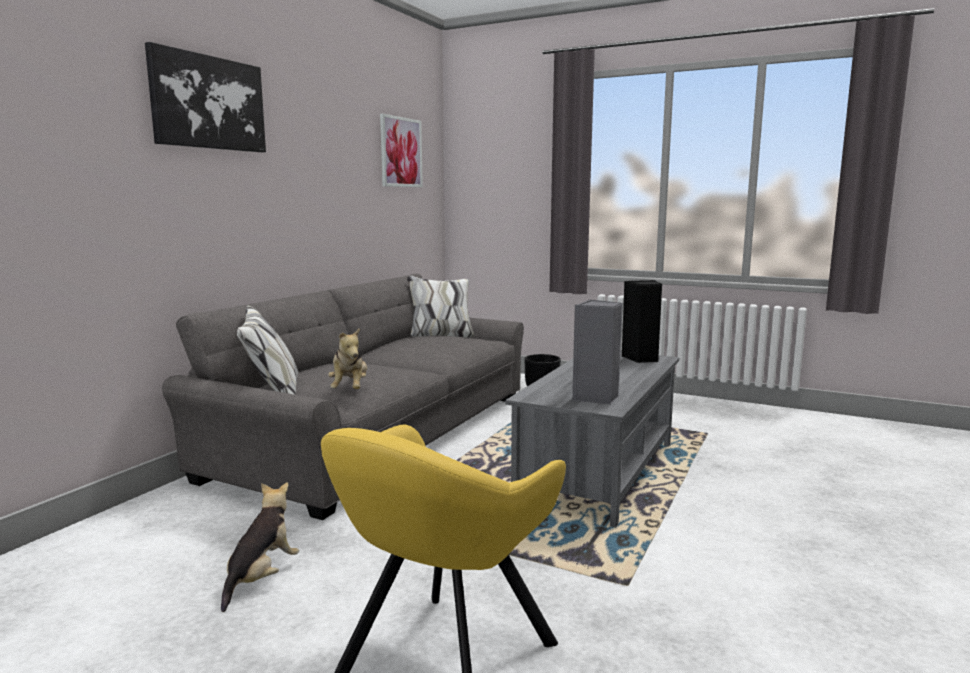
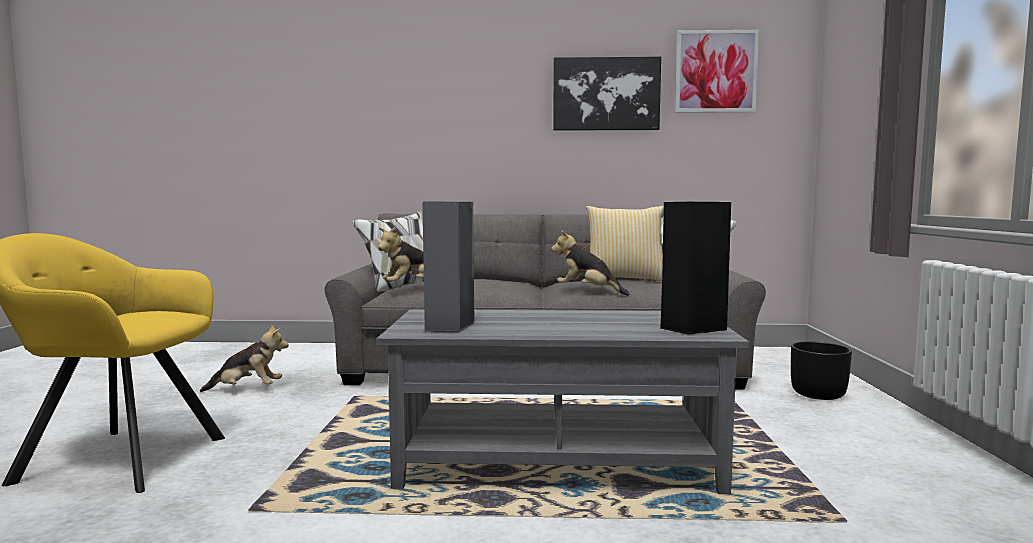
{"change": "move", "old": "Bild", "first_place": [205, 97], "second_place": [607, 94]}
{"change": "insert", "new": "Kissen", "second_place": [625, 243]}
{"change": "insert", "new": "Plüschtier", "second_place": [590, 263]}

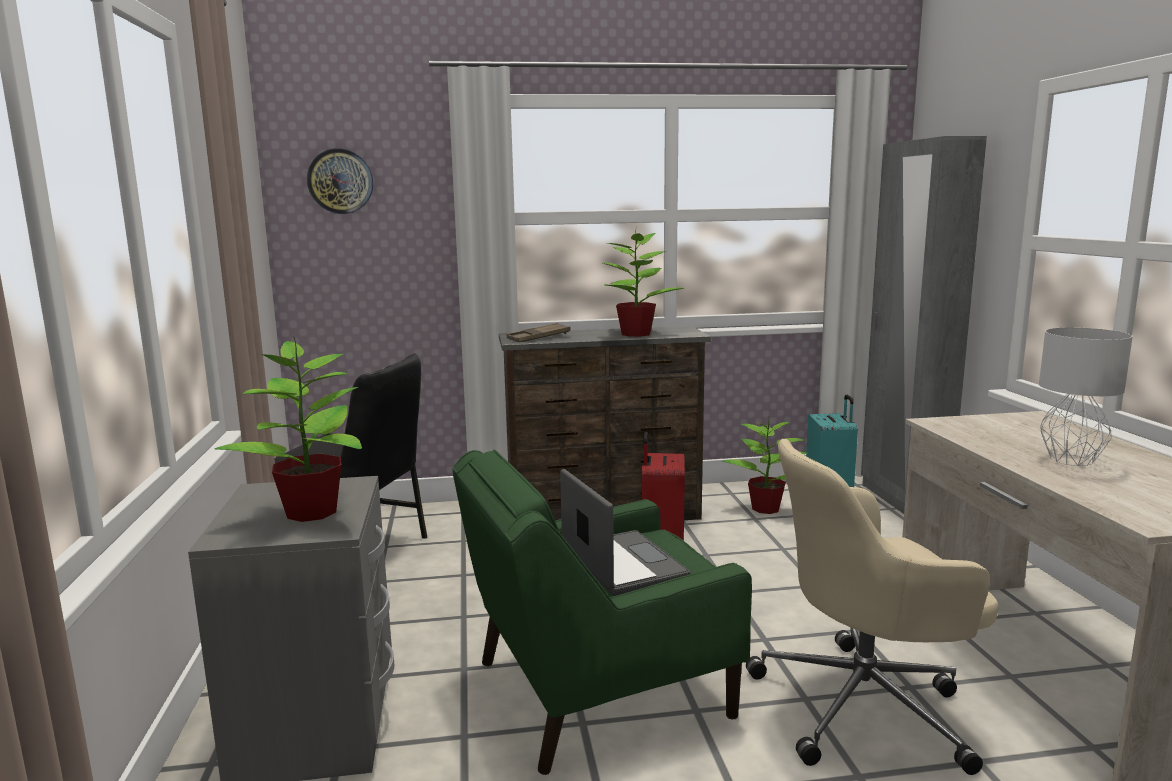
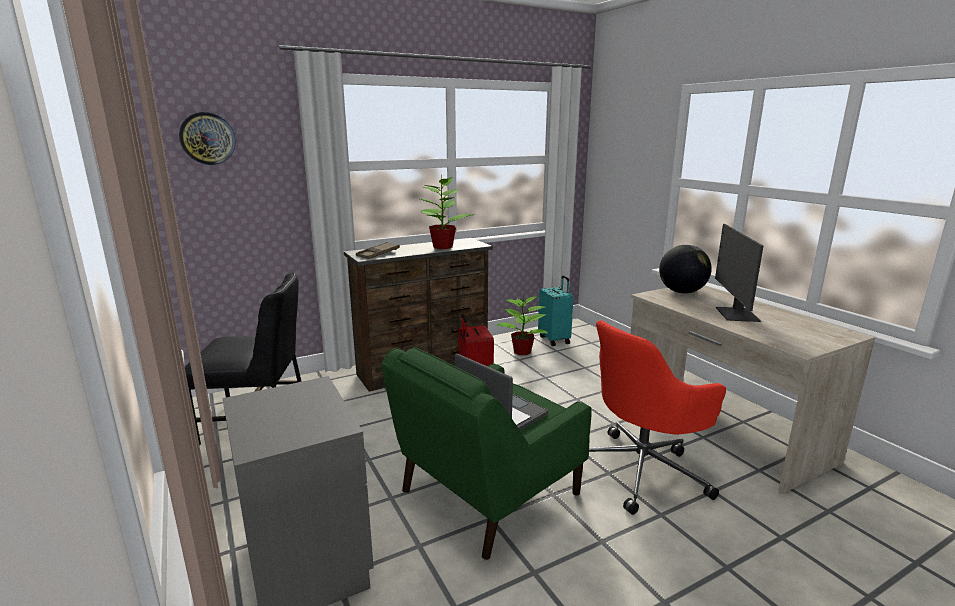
{"change": "delete", "old": "Kleiderschrank/grau", "first_place": [924, 325]}
{"change": "replace", "old": "Tischlampe/grau", "new": "Monitor", "first_place": [1086, 396], "second_place": [739, 273]}
{"change": "delete", "old": "Topfpflanze", "first_place": [288, 430]}
{"change": "recolor", "old": "Bürostuhl/beige", "new": "Bürostuhl/rot", "first_place": [872, 607], "second_place": [657, 417]}
{"change": "insert", "new": "Globus", "second_place": [685, 269]}

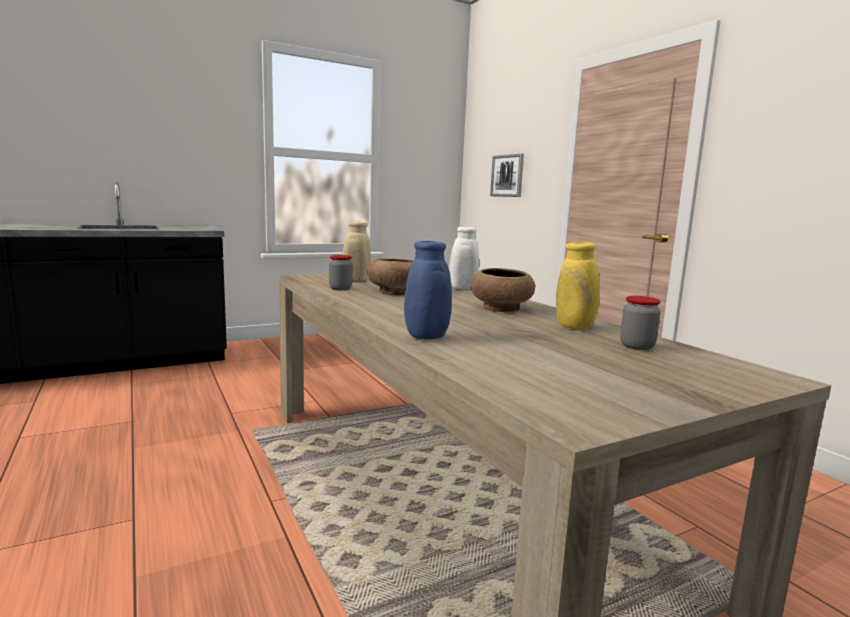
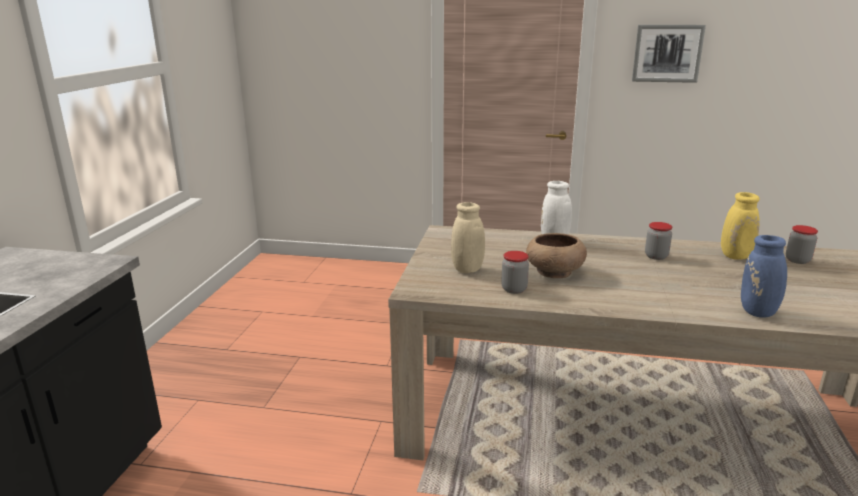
{"change": "move", "old": "Bild", "first_place": [507, 175], "second_place": [669, 54]}
{"change": "replace", "old": "Schüssel/braun", "new": "Vorratsglas", "first_place": [503, 290], "second_place": [658, 241]}

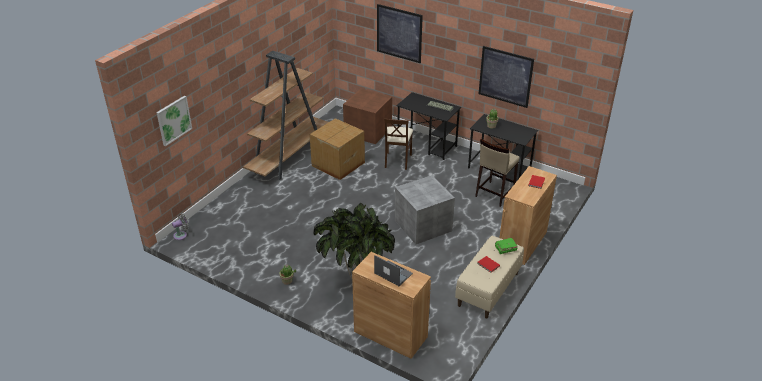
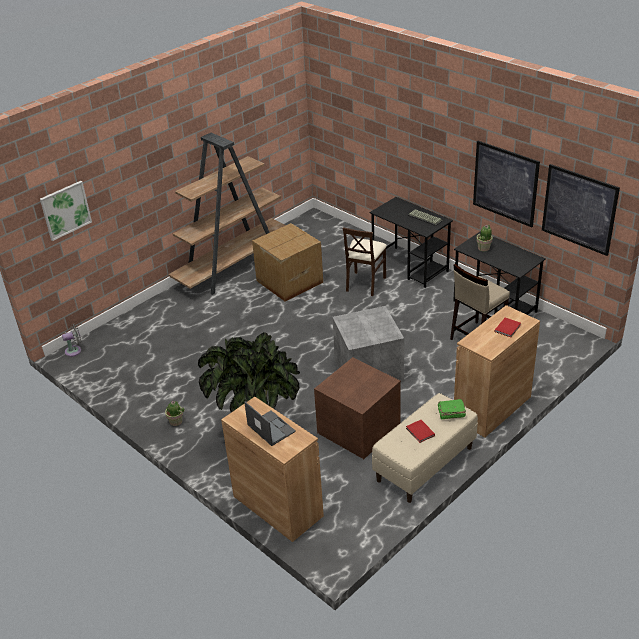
{"change": "move", "old": "Bild", "first_place": [400, 33], "second_place": [581, 210]}
{"change": "move", "old": "Aufbewahrungsbox/braun", "first_place": [367, 116], "second_place": [357, 408]}

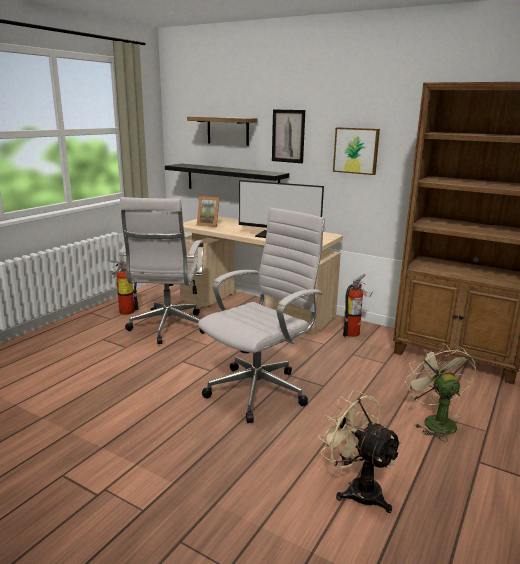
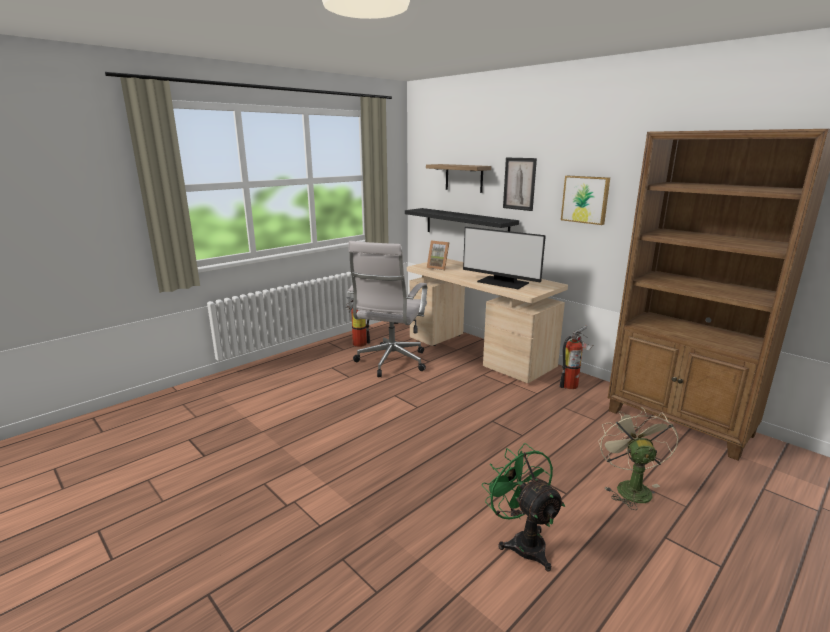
{"change": "delete", "old": "Bürostuhl/weiß", "first_place": [261, 315]}
{"change": "recolor", "old": "Ventilator/beige", "new": "Ventilator/grün", "first_place": [360, 451], "second_place": [523, 507]}

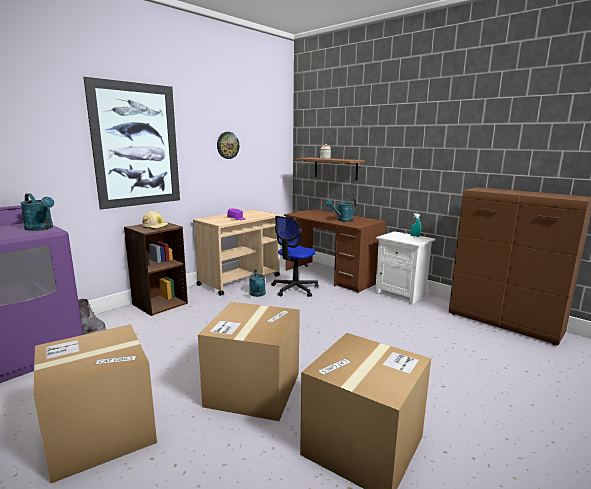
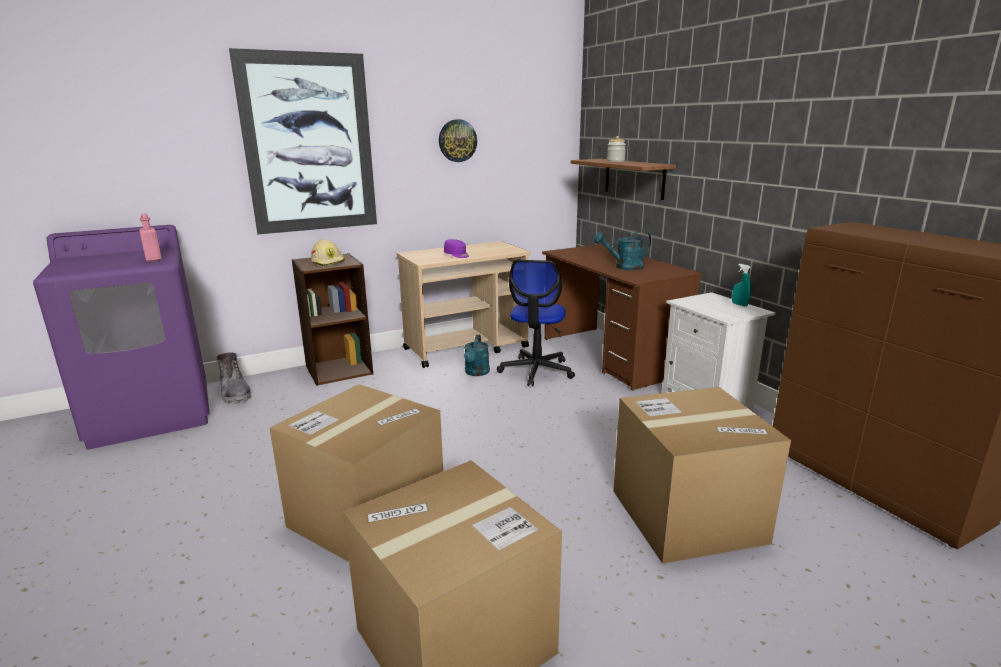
{"change": "replace", "old": "Gießkanne/türkis", "new": "Flasche/rosa", "first_place": [37, 212], "second_place": [150, 238]}
{"change": "rotate", "old": "Bürostuhl", "first_place": [294, 256], "second_place": [536, 323], "degrees": -45}
{"change": "move", "old": "Karton", "first_place": [95, 404], "second_place": [702, 475]}

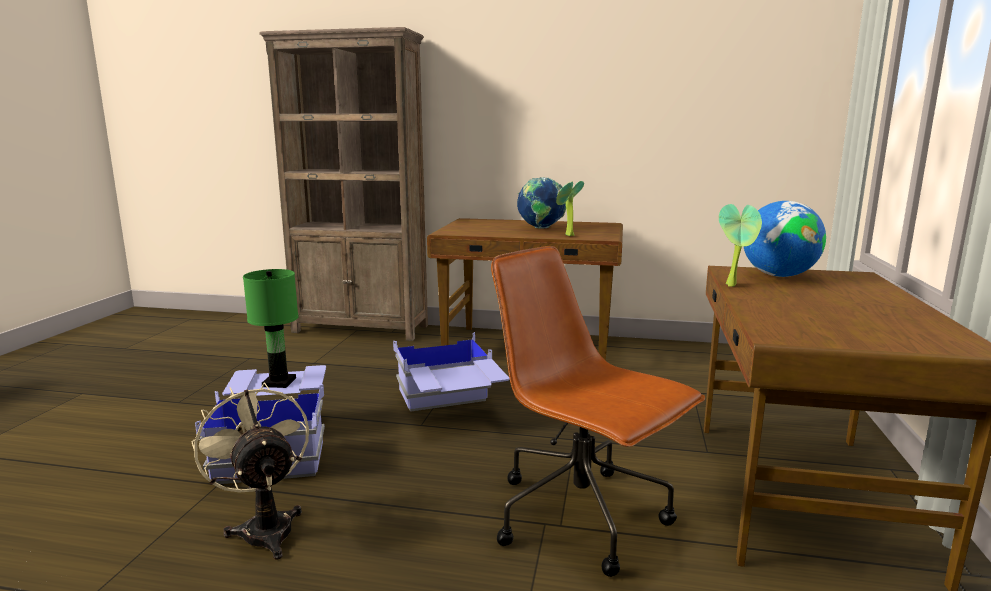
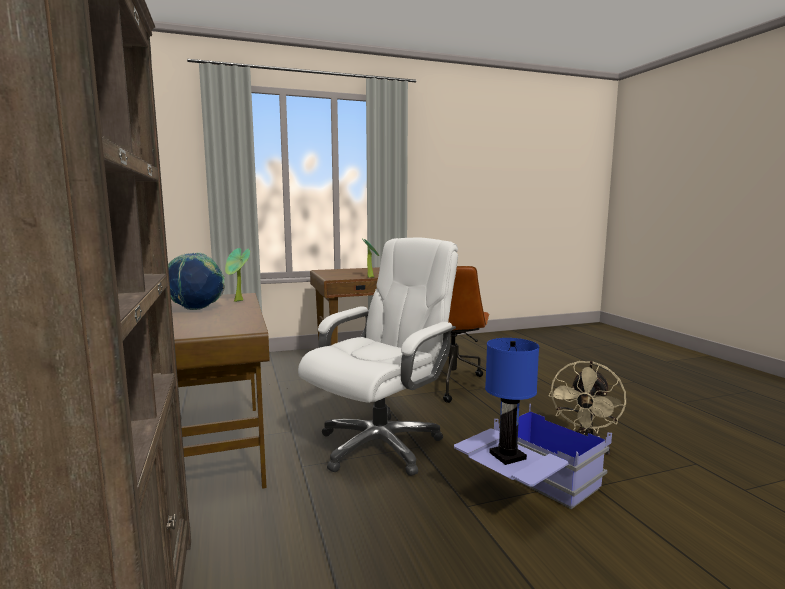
{"change": "delete", "old": "Globus", "first_place": [785, 239]}
{"change": "recolor", "old": "Tischlampe/grün", "new": "Tischlampe/blau", "first_place": [270, 328], "second_place": [512, 401]}
{"change": "replace", "old": "Aufbewahrungsbox/blau", "new": "Bürostuhl/weiß", "first_place": [451, 372], "second_place": [378, 356]}

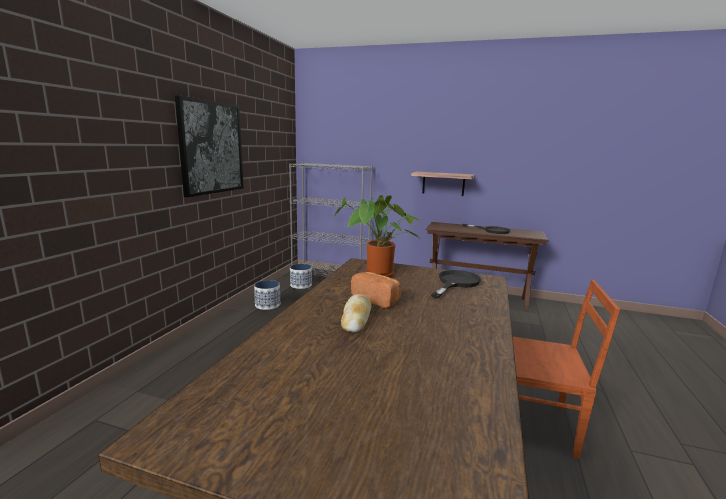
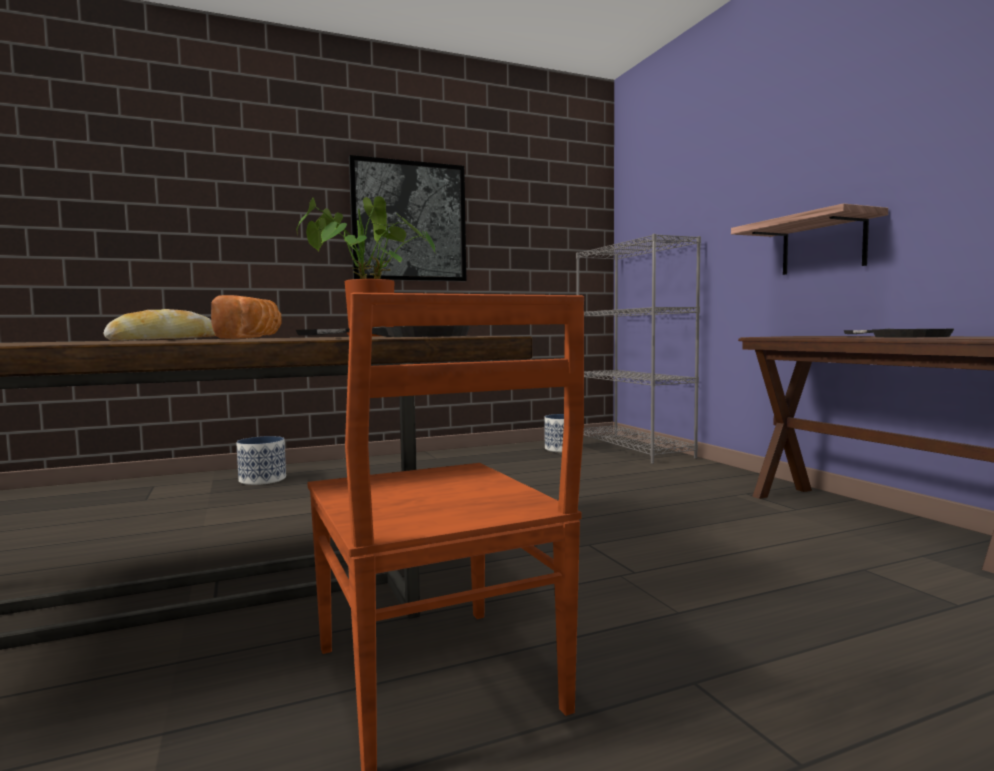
{"change": "move", "old": "Pflanzkübel", "first_place": [267, 295], "second_place": [261, 460]}

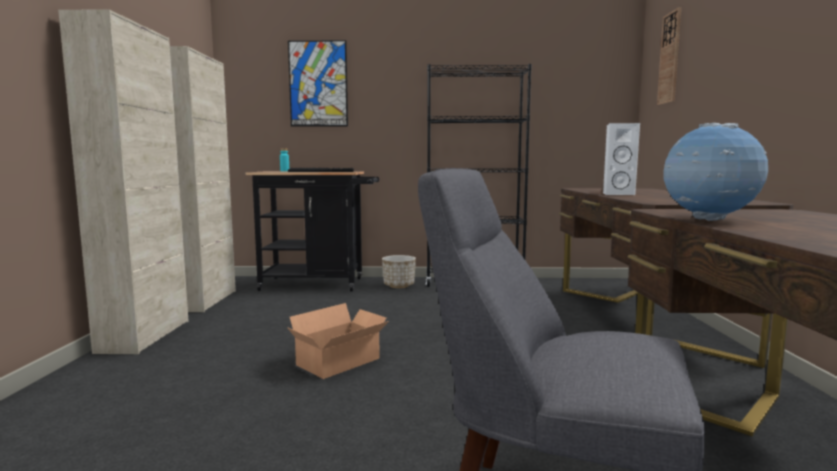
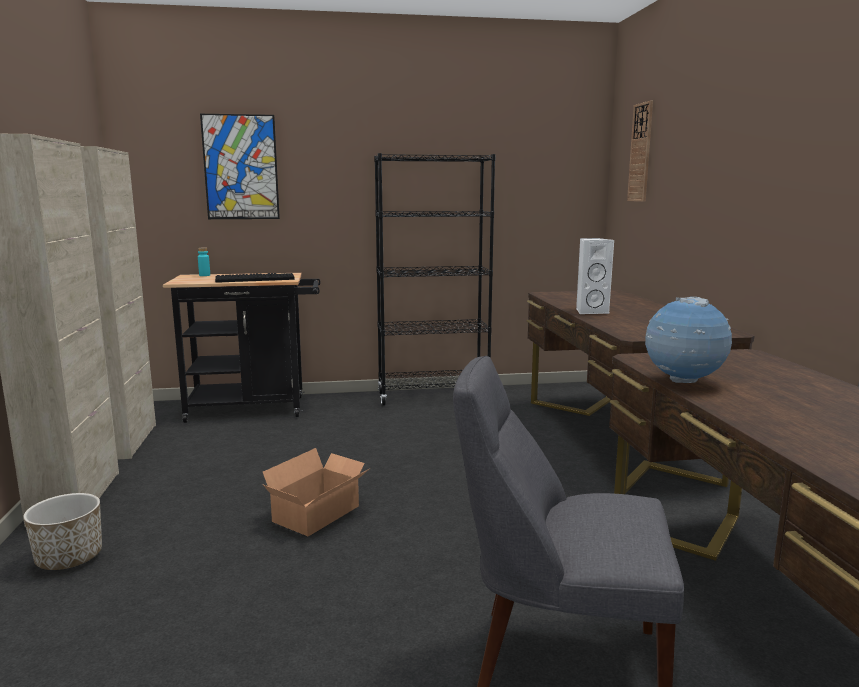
{"change": "move", "old": "Pflanzkübel", "first_place": [399, 271], "second_place": [62, 531]}

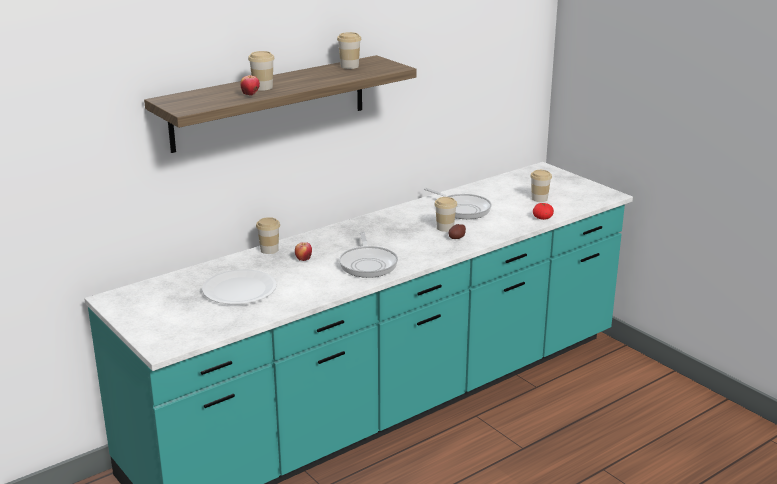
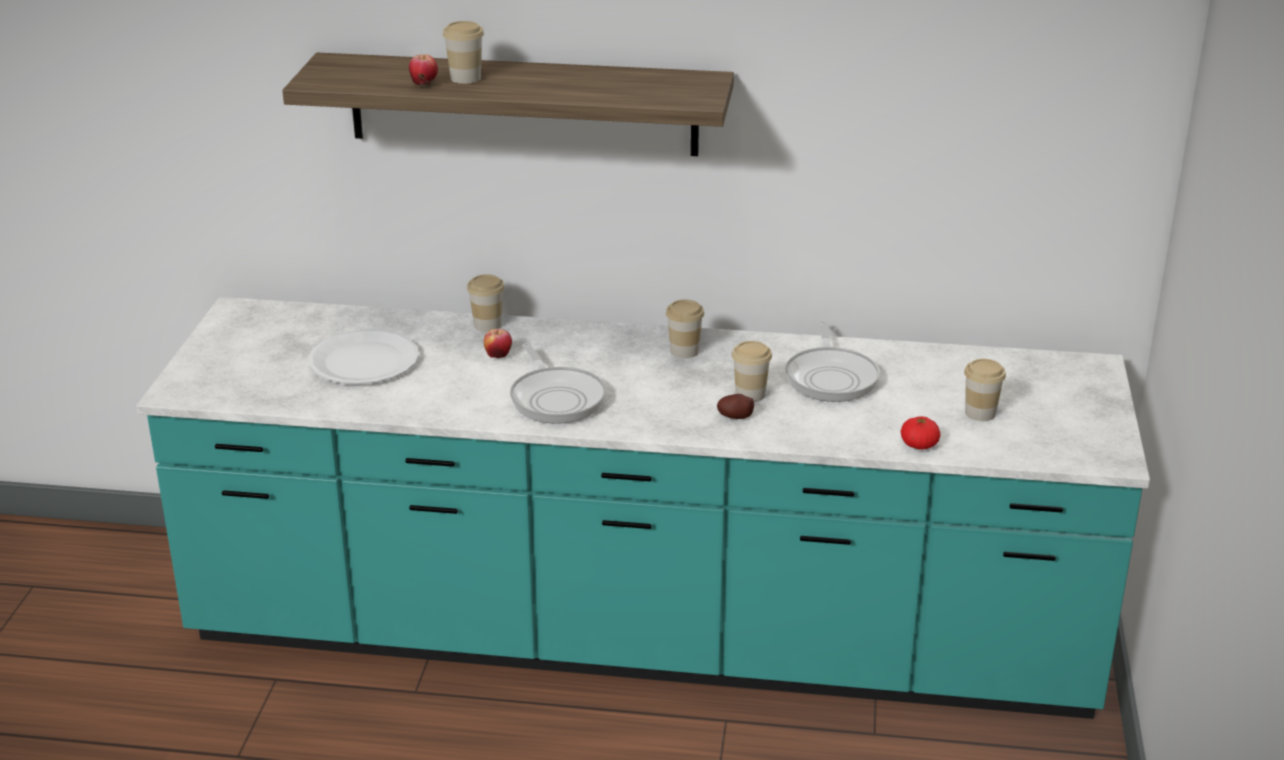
{"change": "move", "old": "Tasse", "first_place": [349, 50], "second_place": [685, 329]}
{"change": "rotate", "old": "Pfanne", "first_place": [368, 255], "second_place": [558, 383], "degrees": -60}

